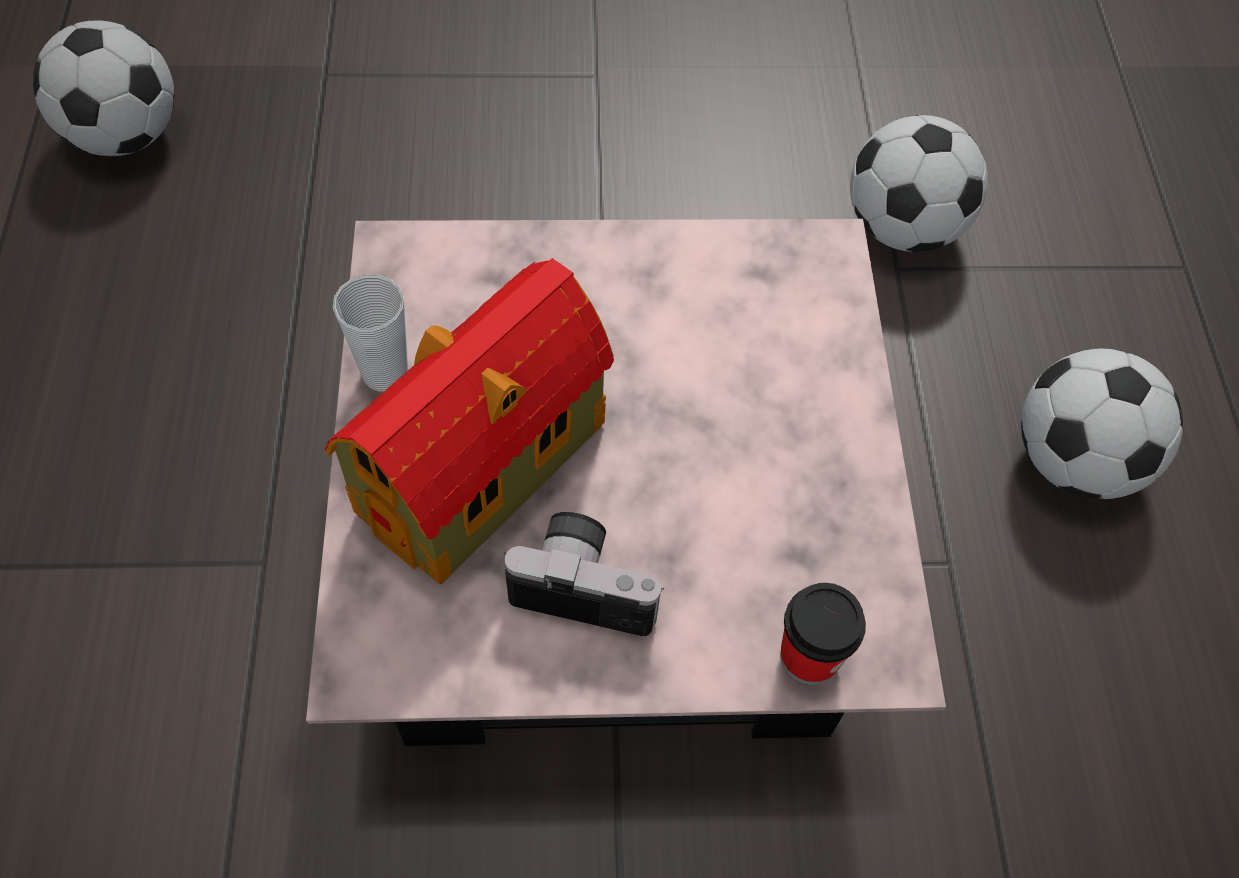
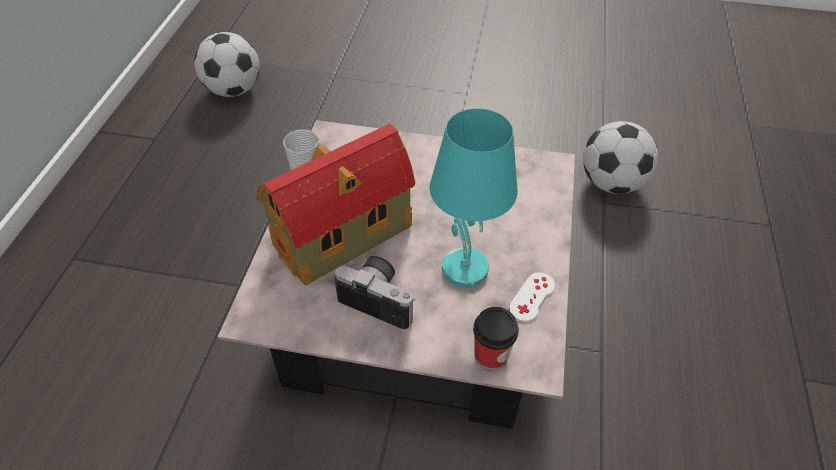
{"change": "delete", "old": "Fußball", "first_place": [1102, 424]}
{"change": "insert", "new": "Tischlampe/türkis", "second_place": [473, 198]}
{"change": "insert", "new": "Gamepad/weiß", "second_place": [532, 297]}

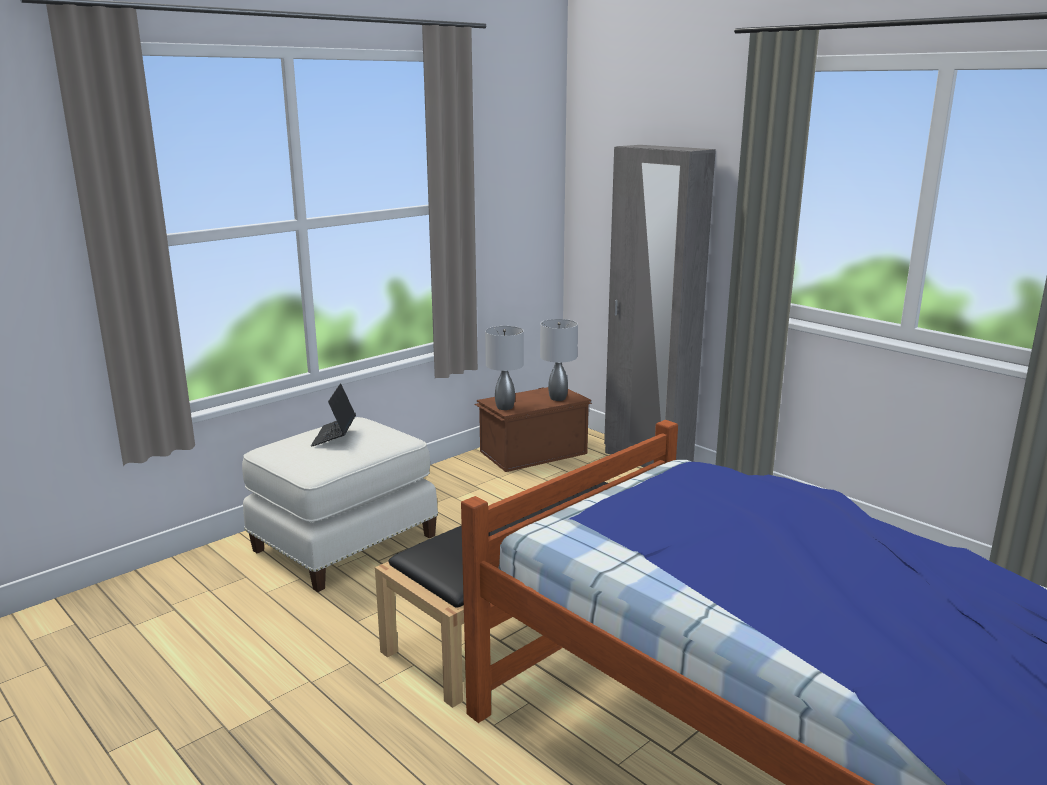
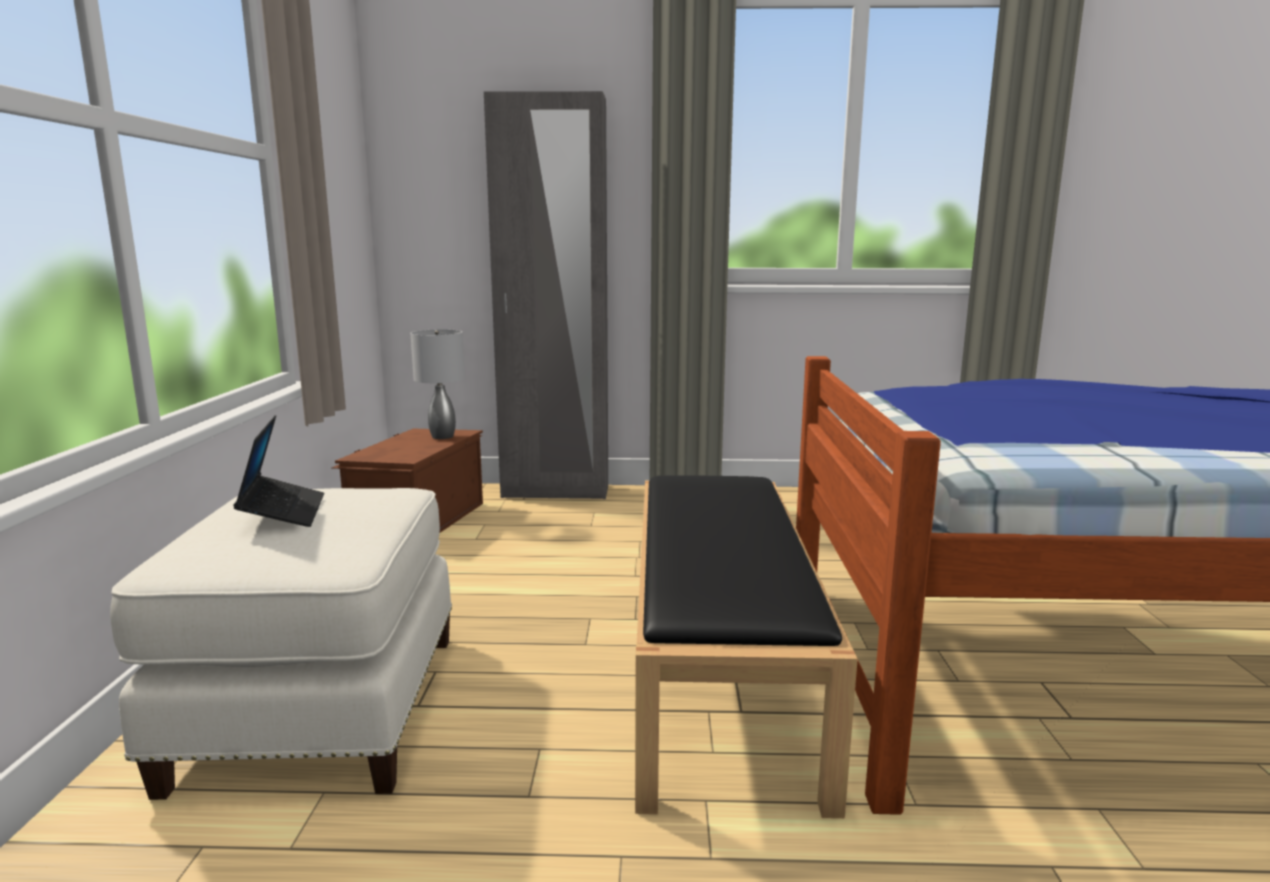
{"change": "delete", "old": "Tischlampe/grau", "first_place": [504, 368]}
{"change": "rotate", "old": "Laptop", "first_place": [333, 415], "second_place": [279, 471], "degrees": -150}

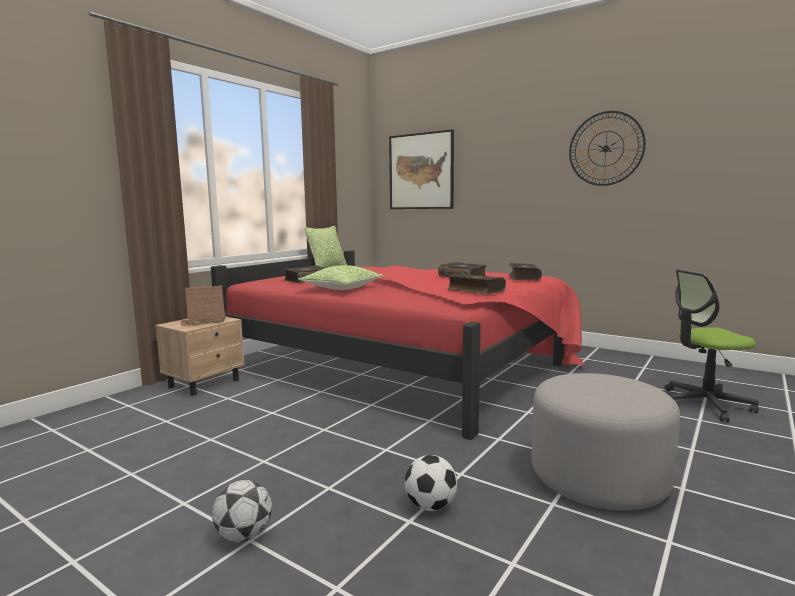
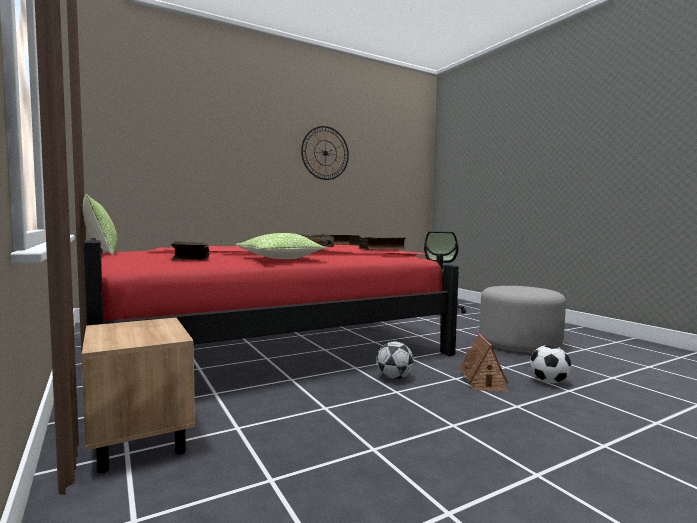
{"change": "delete", "old": "Bild", "first_place": [421, 169]}
{"change": "move", "old": "Spielzeughaus", "first_place": [203, 305], "second_place": [484, 362]}
{"change": "move", "old": "Fußball", "first_place": [242, 511], "second_place": [395, 360]}

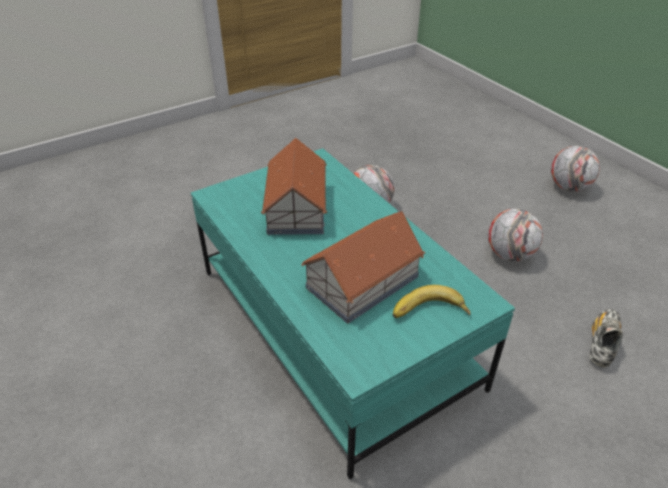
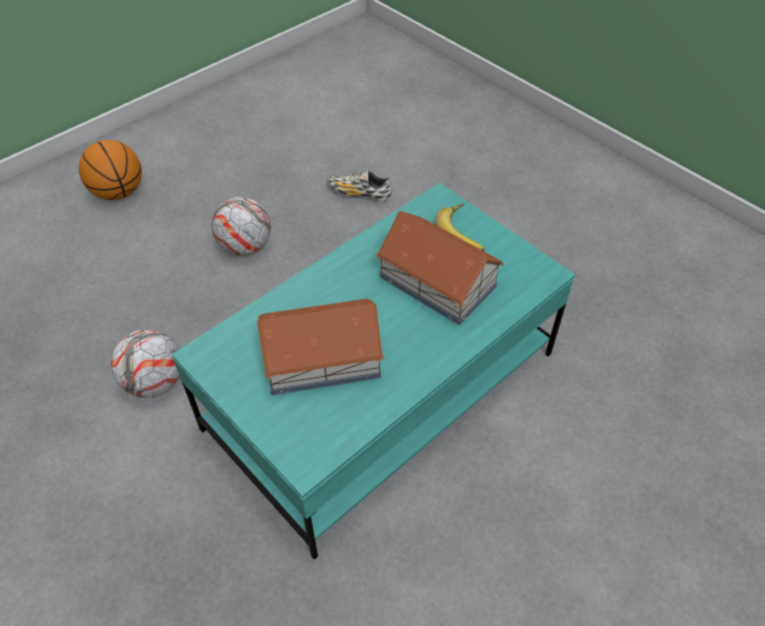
{"change": "replace", "old": "Fußball", "new": "Basketball", "first_place": [575, 169], "second_place": [110, 170]}

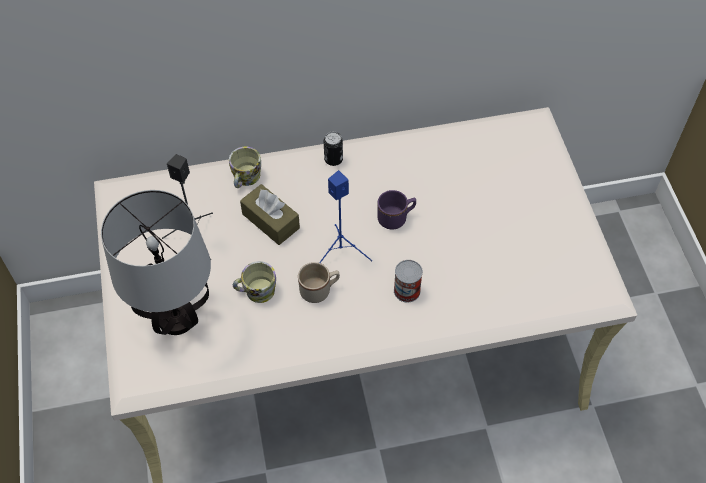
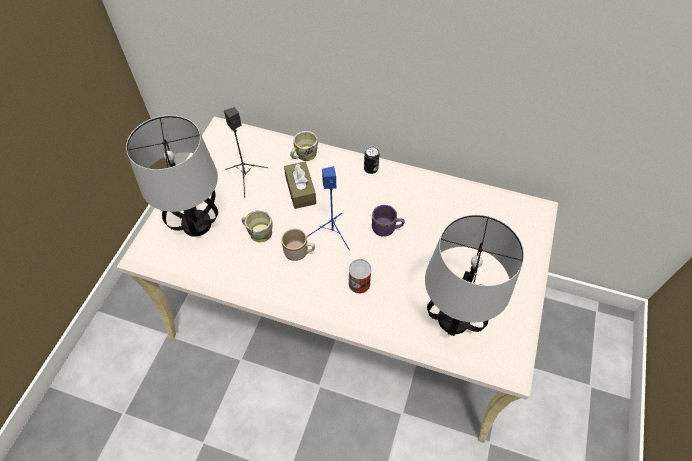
{"change": "insert", "new": "Tischlampe", "second_place": [474, 275]}

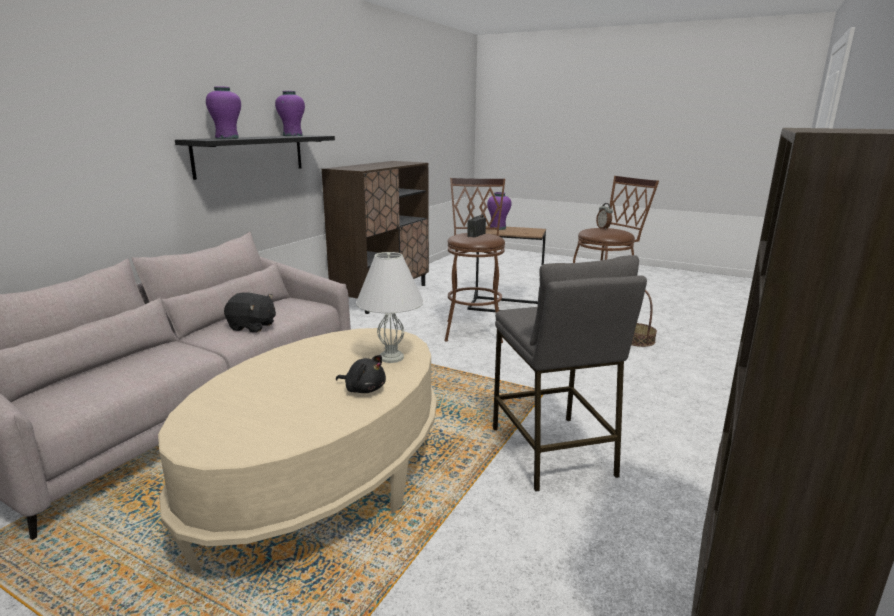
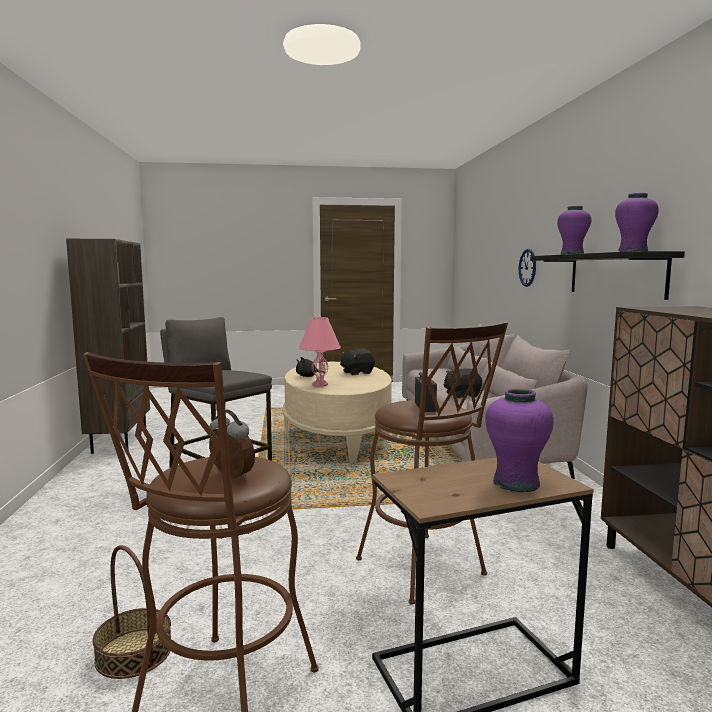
{"change": "recolor", "old": "Tischlampe/weiß", "new": "Tischlampe/rosa", "first_place": [390, 307], "second_place": [320, 351]}
{"change": "insert", "new": "Wanduhr", "second_place": [527, 268]}
{"change": "insert", "new": "Plüschtier/schwarz", "second_place": [357, 362]}

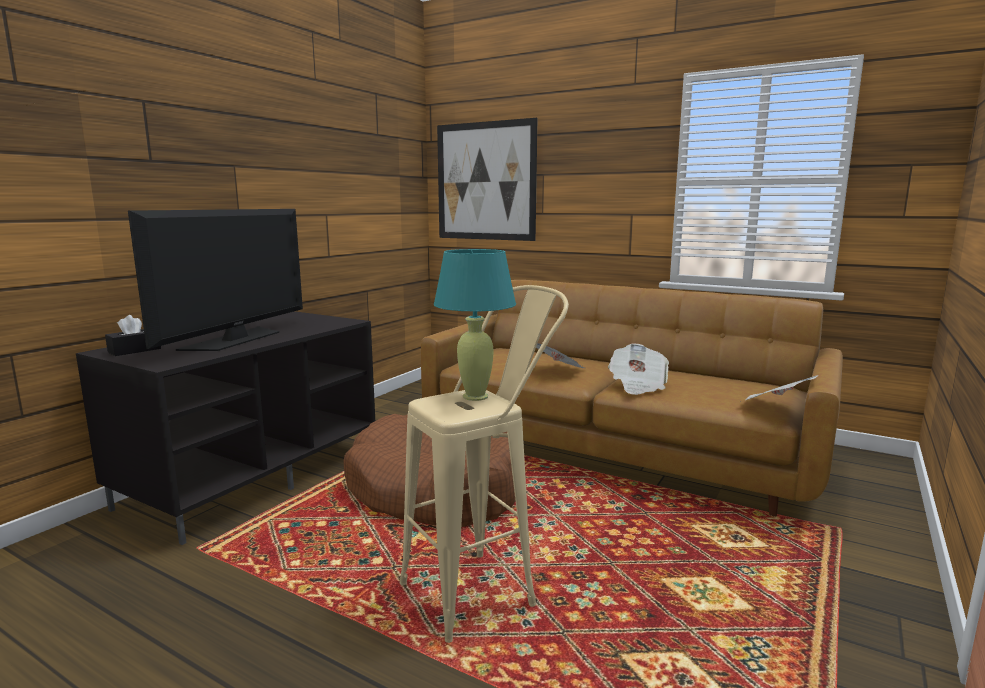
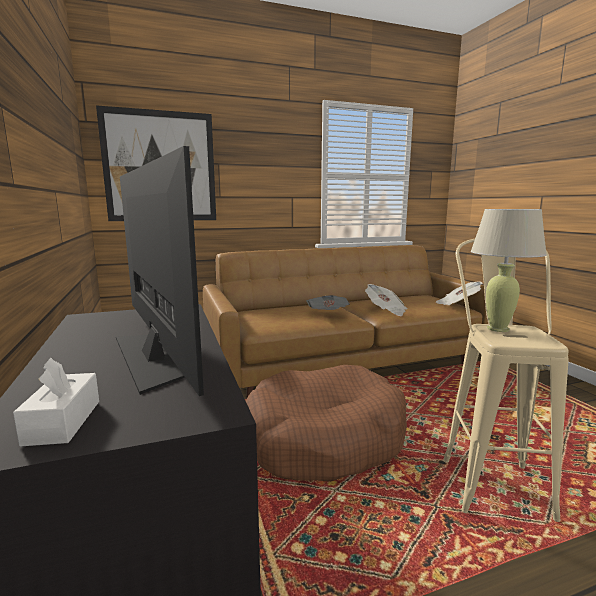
{"change": "recolor", "old": "Tischlampe/türkis", "new": "Tischlampe/beige", "first_place": [475, 325], "second_place": [509, 270]}
{"change": "recolor", "old": "Taschentuchbox/schwarz", "new": "Taschentuchbox/weiß", "first_place": [133, 335], "second_place": [56, 402]}

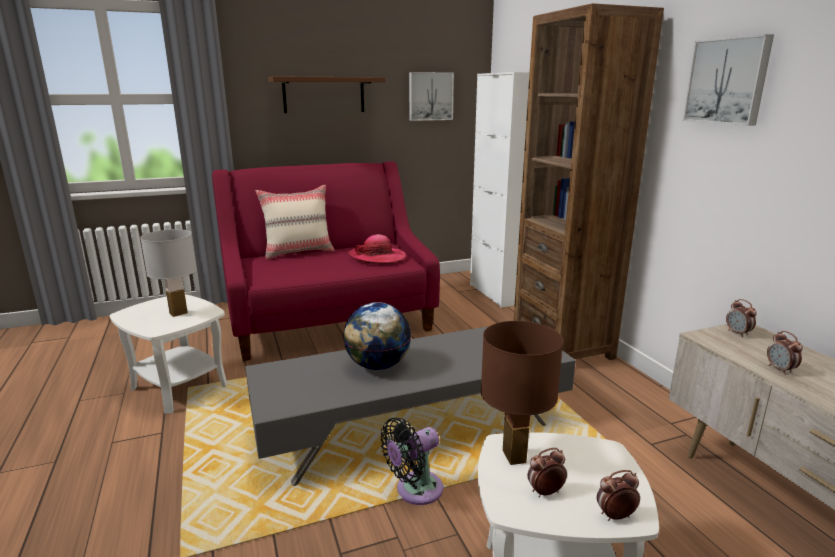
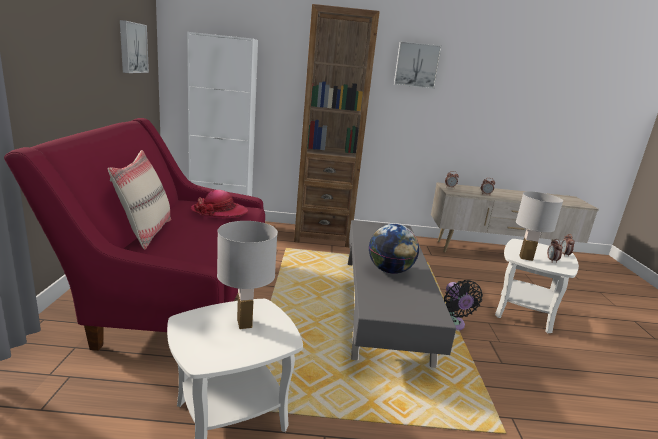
{"change": "delete", "old": "Wandregal/braun", "first_place": [327, 94]}
{"change": "recolor", "old": "Tischlampe/braun", "new": "Tischlampe/weiß", "first_place": [522, 393], "second_place": [539, 226]}

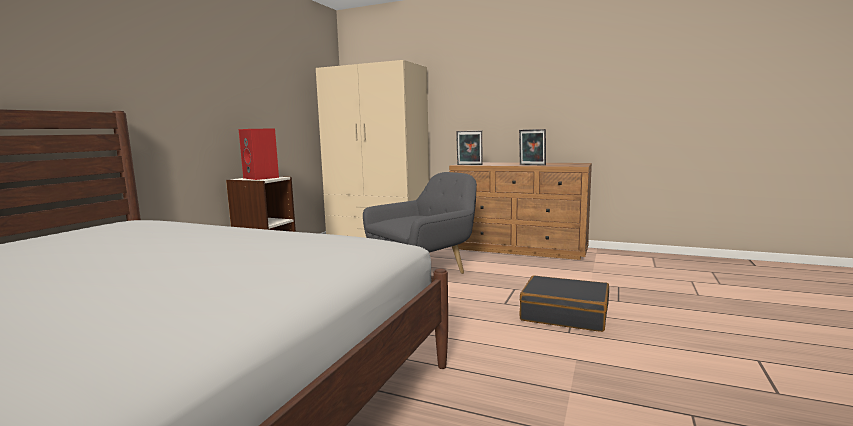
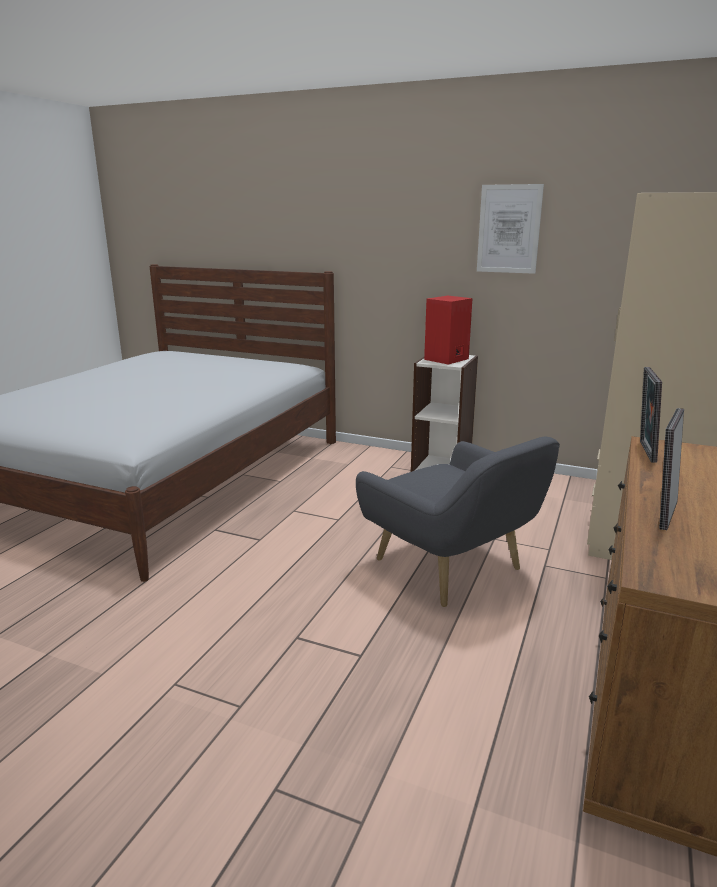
{"change": "delete", "old": "Koffer/schwarz", "first_place": [564, 303]}
{"change": "insert", "new": "Bild", "second_place": [510, 229]}

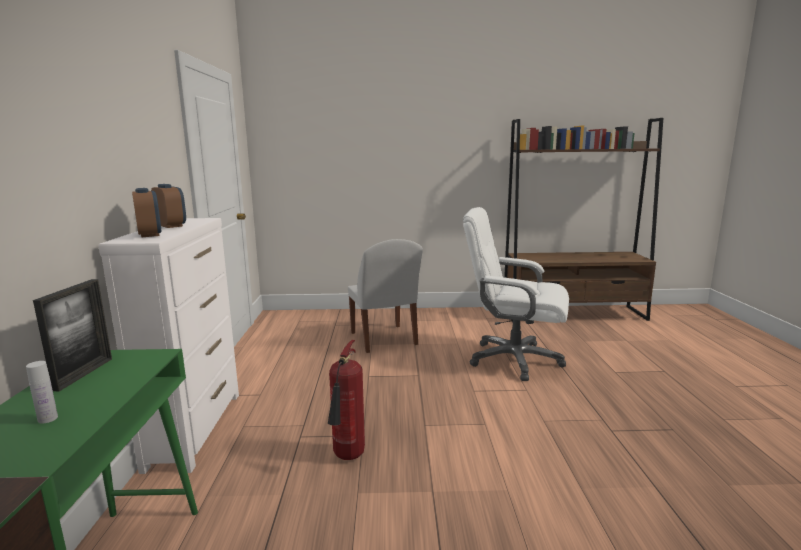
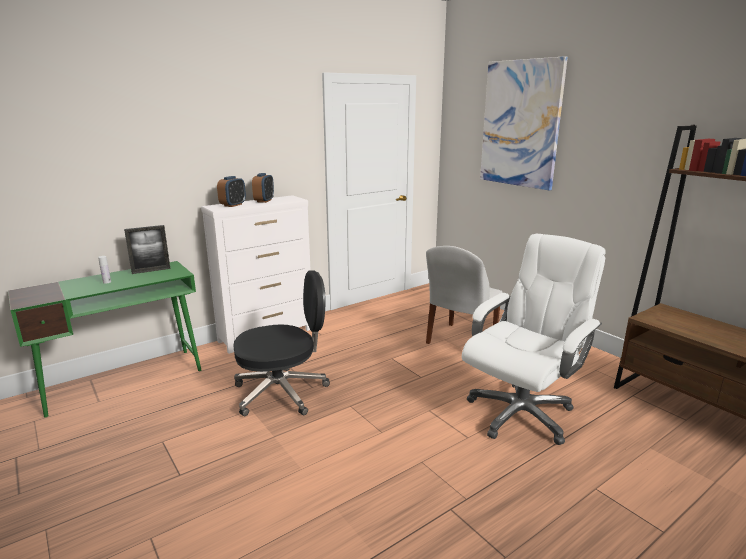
{"change": "rotate", "old": "Bürostuhl/weiß", "first_place": [516, 294], "second_place": [534, 339], "degrees": 60}
{"change": "replace", "old": "Feuerlöscher", "new": "Bürostuhl/schwarz", "first_place": [346, 400], "second_place": [281, 343]}
{"change": "insert", "new": "Bild", "second_place": [524, 123]}

